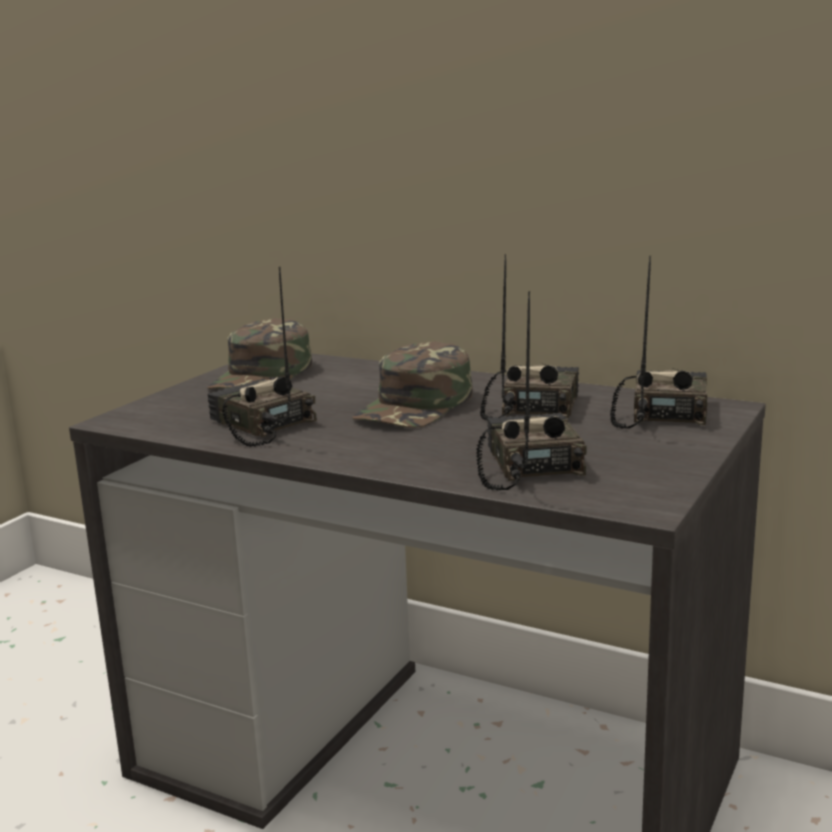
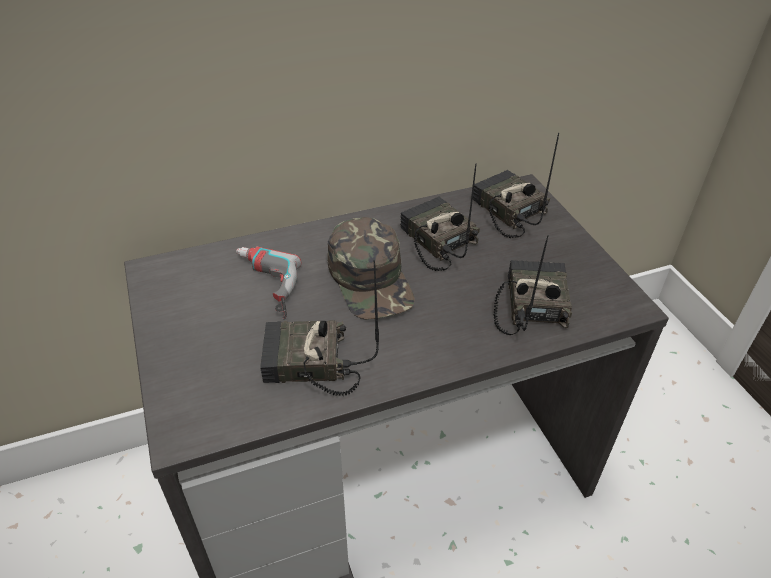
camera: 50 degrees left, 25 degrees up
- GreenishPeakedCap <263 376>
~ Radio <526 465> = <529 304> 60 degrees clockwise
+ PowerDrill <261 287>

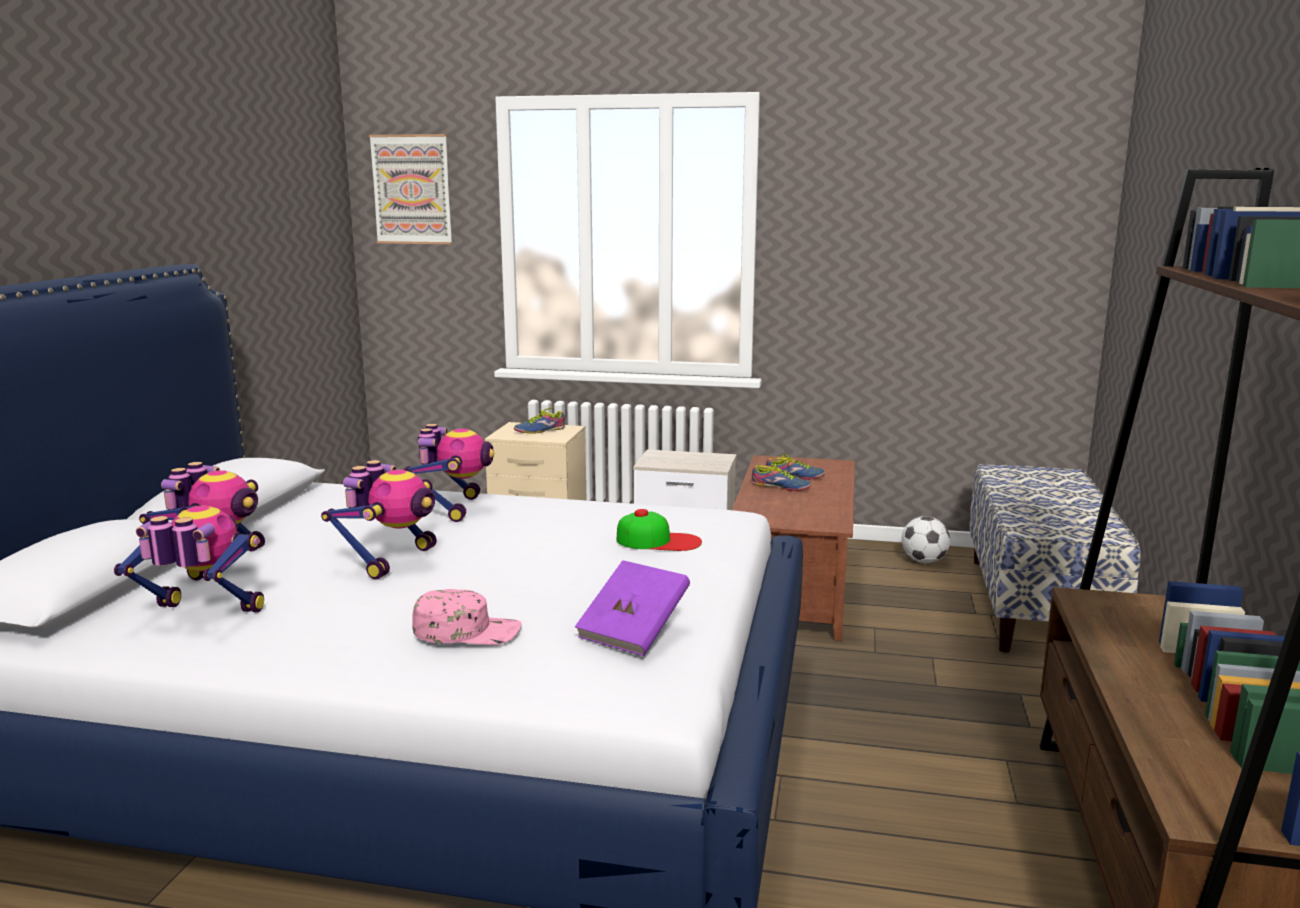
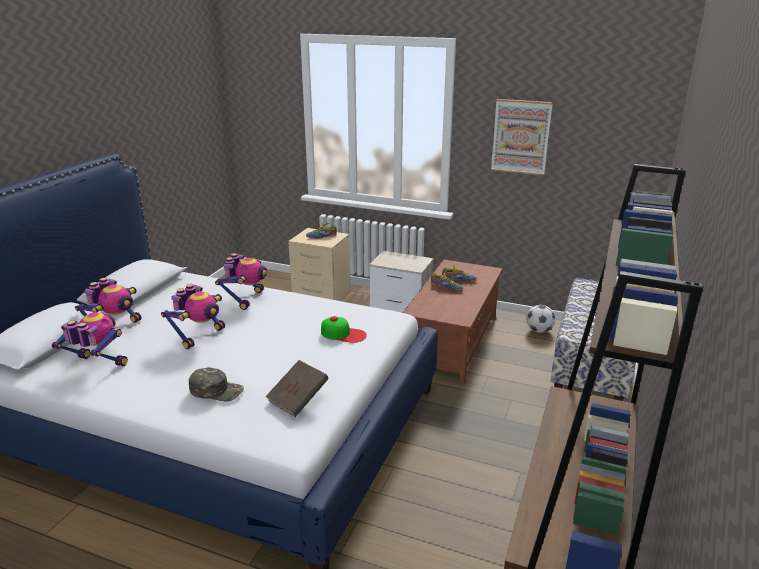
camera: 10 degrees right, 10 degrees up
~ WallPicture <412 189> to <520 137>
~ PinkColouredPeakedCap <467 630> to GreenishPeakedCap <216 390>
~ PurplishVolume <634 631> to BrownColouredVolume <298 399>

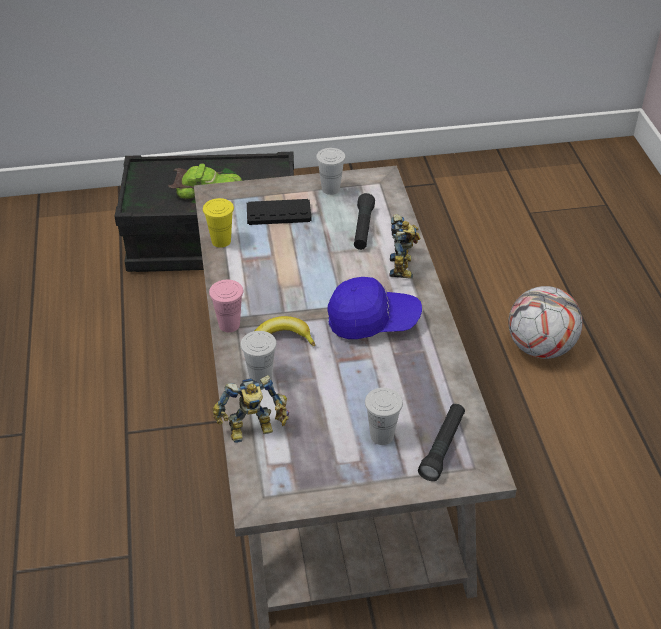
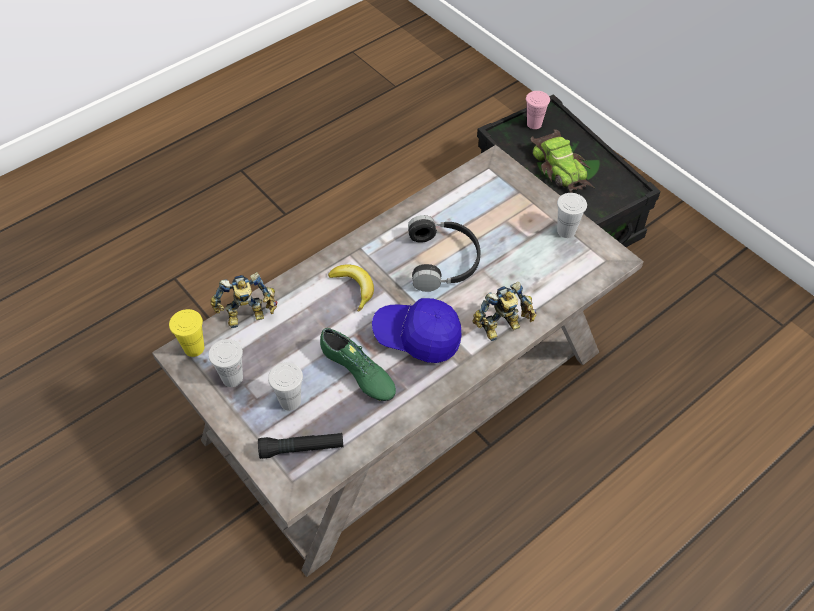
camera: 60 degrees right, 10 degrees up
~ YellowCup <221 241> to <194 348>
~ PinkColouredCup <229 325> to <534 124>
~ ToyRobot <253 431> = <248 317> 60 degrees counterclockwise
~ WhitishCup <260 377> to <232 378>
- BlackColouredGamepad <278 213>
~ BluishPeakedCap <373 321> = <417 337> 135 degrees clockwise
- BlackColouredHandTorch <363 228>
- FootballBall <540 348>
+ GreenishLowShoe <358 373>
+ BlackColouredHeadset <444 261>

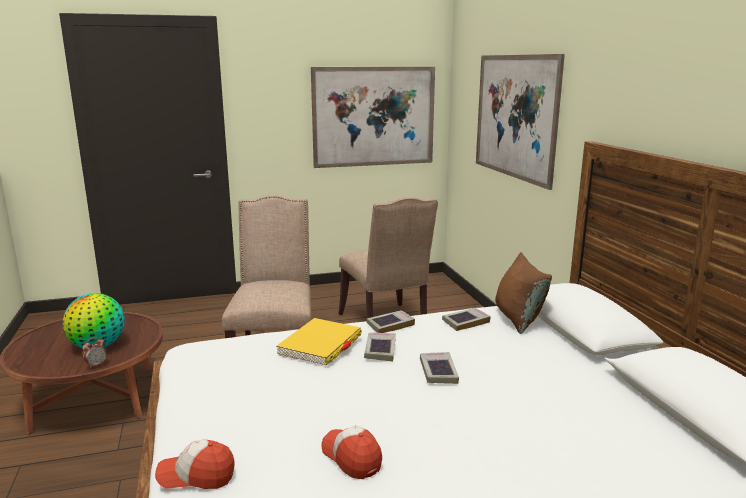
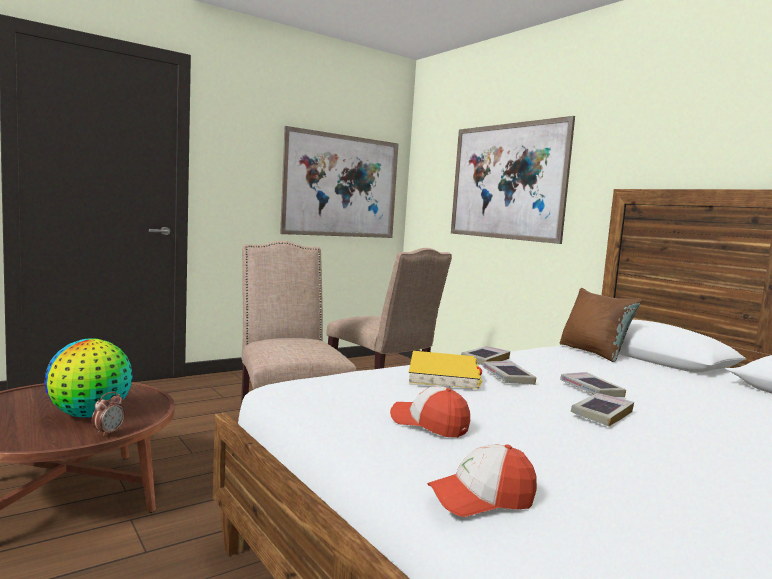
camera: 20 degrees left, 10 degrees down
~ PeakedCap <351 457> to <429 424>
~ Volume <465 322> to <601 414>

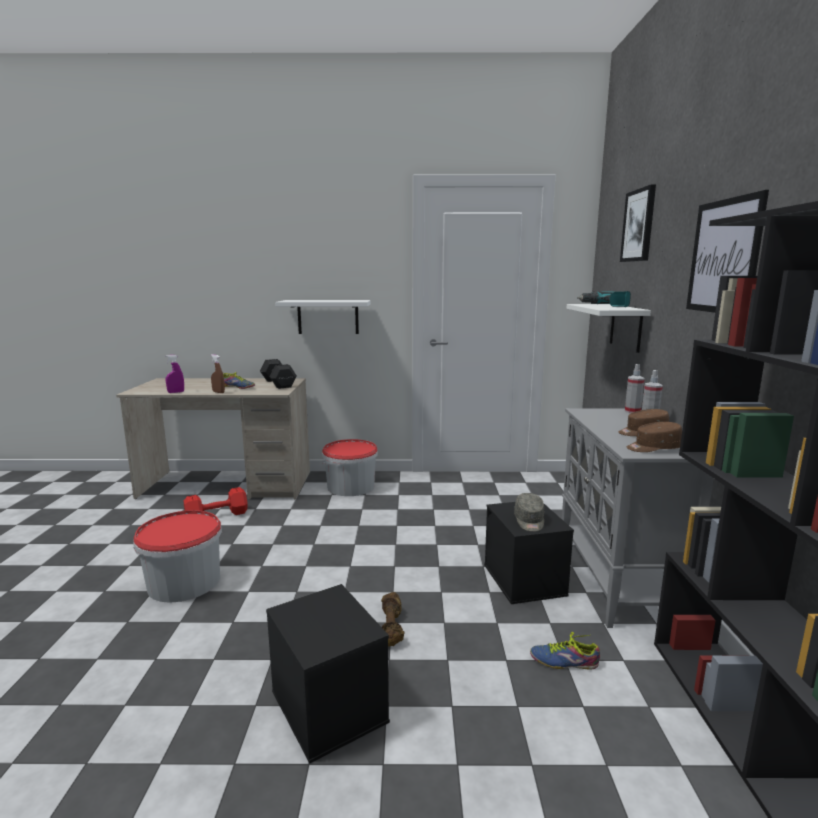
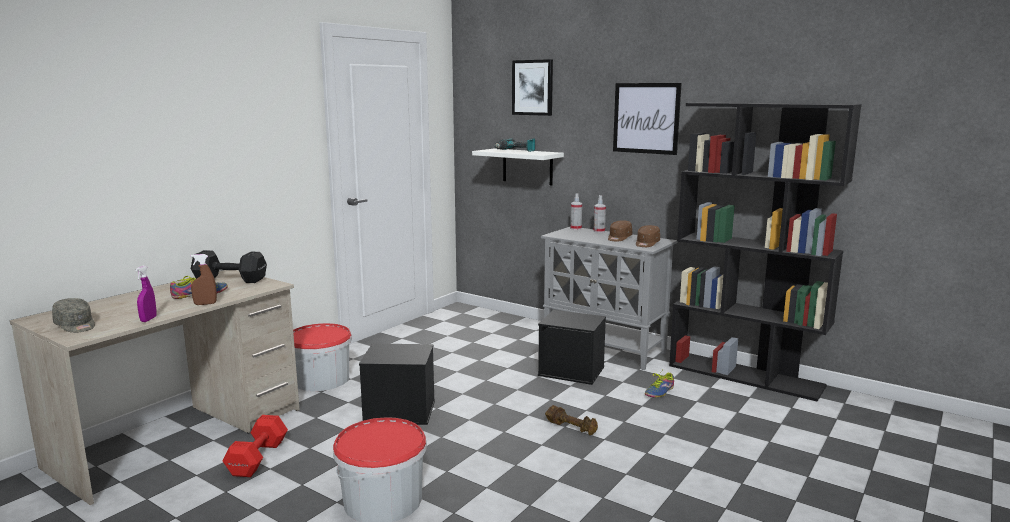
camera: 55 degrees left, 0 degrees up
~ BlackColouredStorageBox <326 706> to <398 412>
- WhitishShelf <328 317>
~ GreyishPeakedCap <529 521> to <76 326>

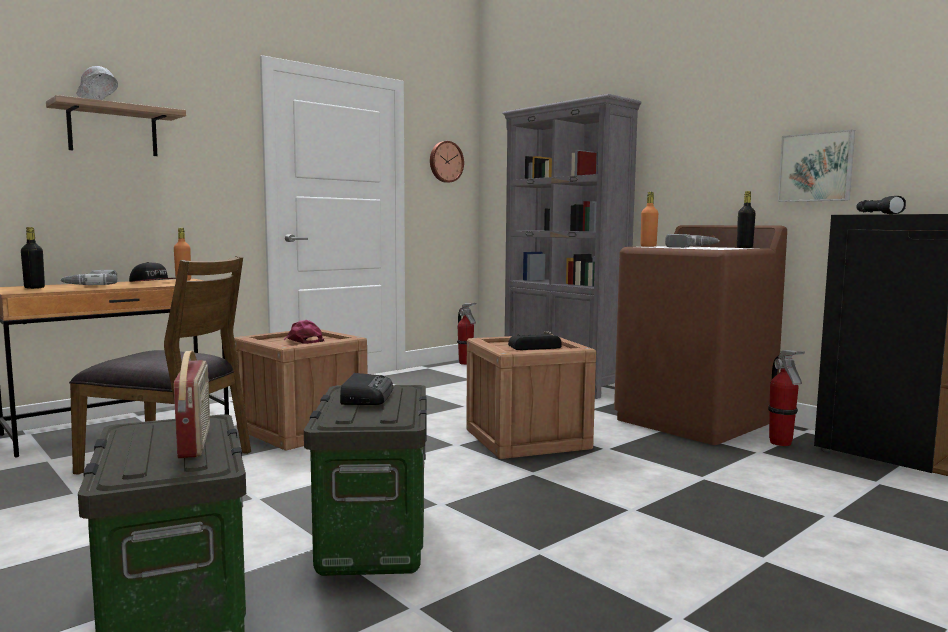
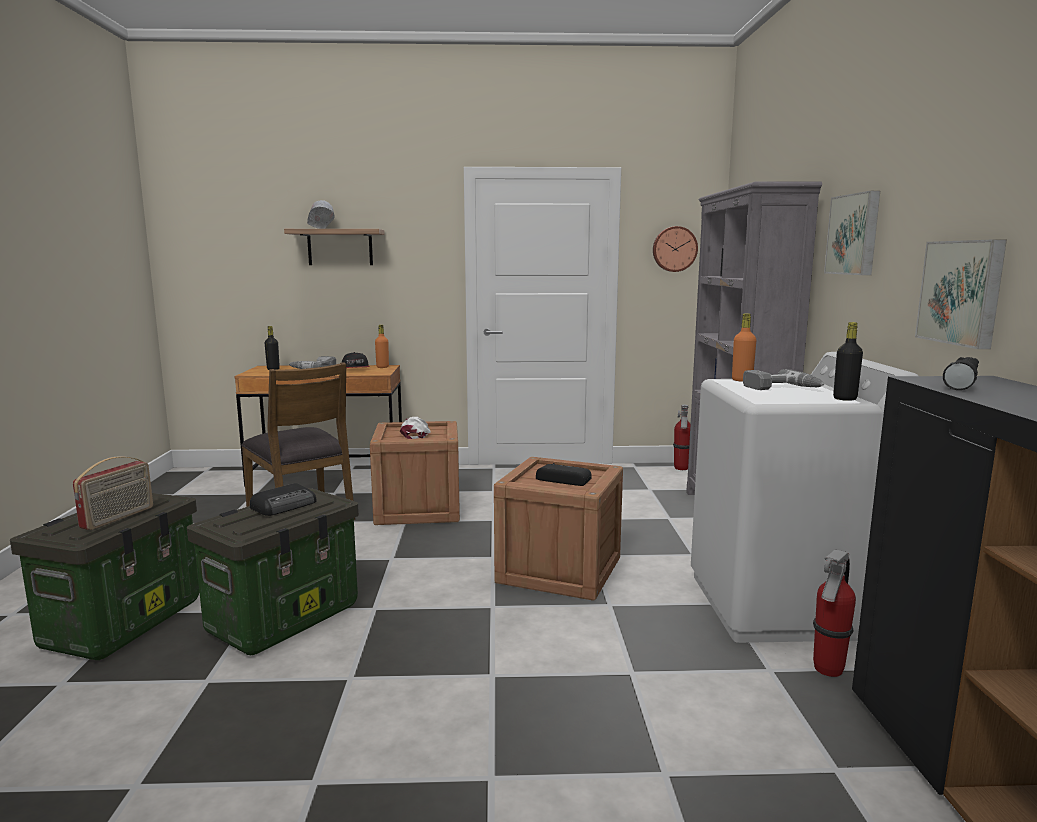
camera: 40 degrees right, 5 degrees up
~ PinkColouredPeakedCap <303 341> to WhitishPeakedCap <416 434>
~ BrownColouredWashingMachine <694 421> to WhitishWashingMachine <781 605>
+ WallPicture <855 234>

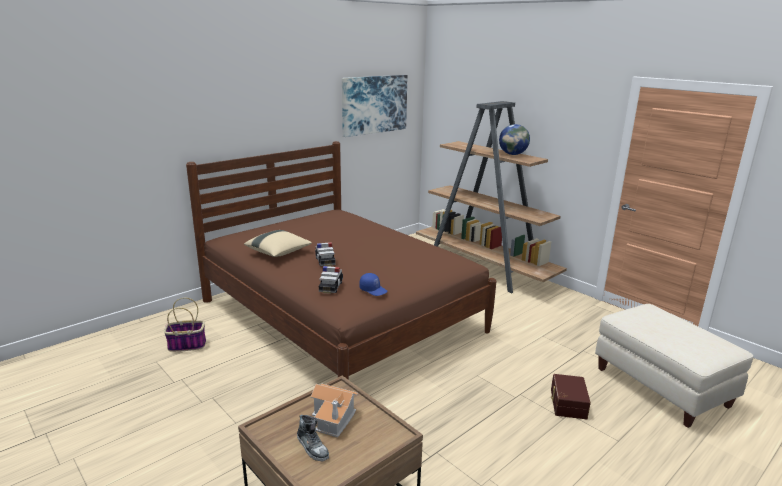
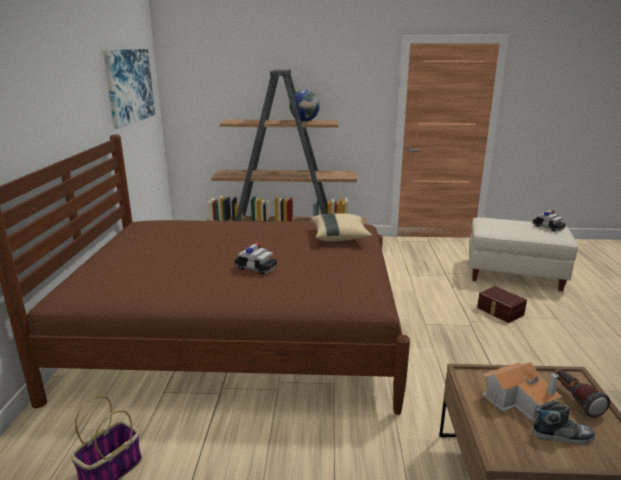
camera: 45 degrees left, 0 degrees up
~ SandColouredPillow <279 253> to <339 237>
~ MiniatureCar <331 287> to <548 227>
- BluishPeakedCap <373 290>
+ HandTorch <574 400>

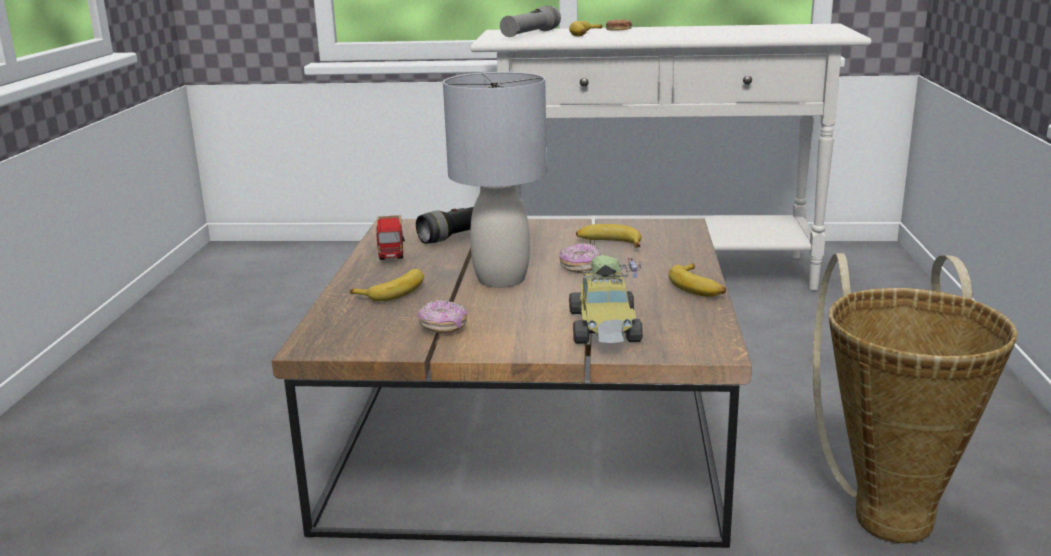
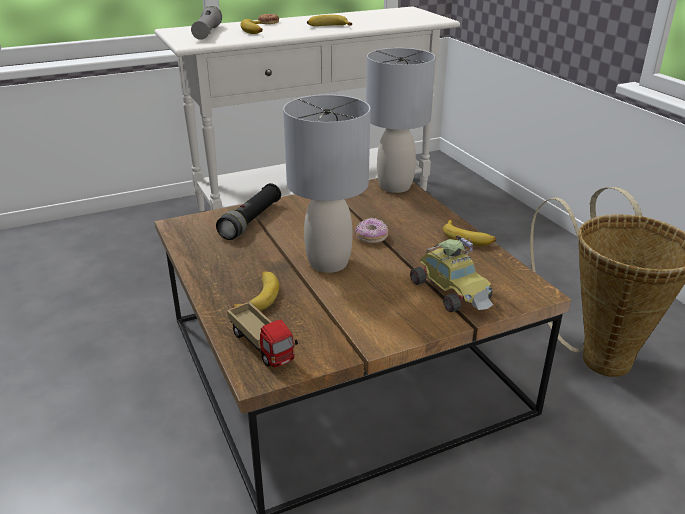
camera: 30 degrees left, 10 degrees up
~ ToyTruck <392 250> to <263 346>
- Doughnut <443 327>
~ Banana <609 243> to <328 26>
+ GreyishTableLamp <395 187>

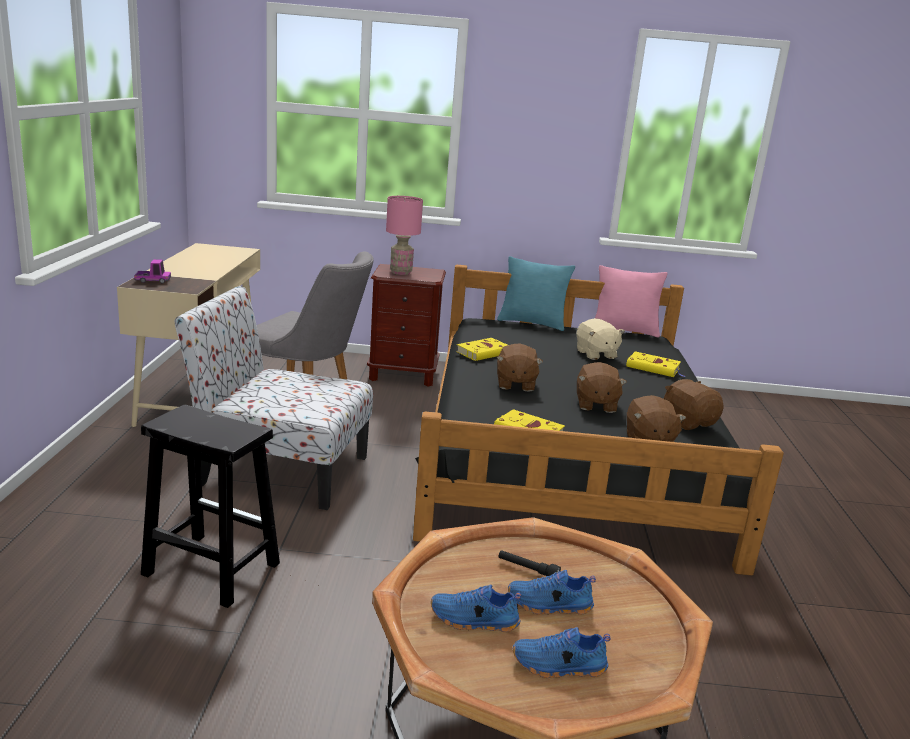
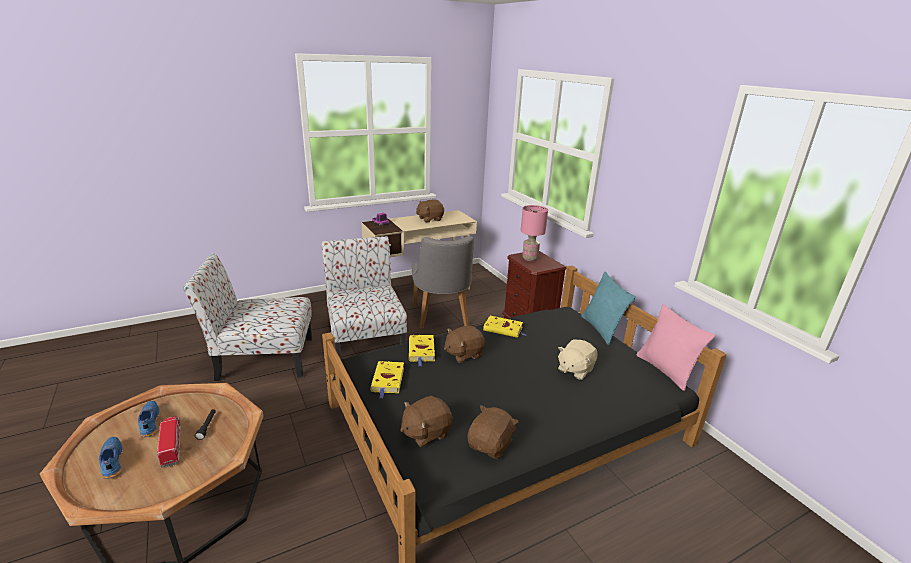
camera: 60 degrees right, 5 degrees up
~ BlackColouredSittingStool <209 569> to PlainChair <263 358>
~ BluishLowShoe <549 605> to ToyTruck <171 444>
~ BrownColouredSoftToy <595 404> to <430 219>
~ YellowVolume <654 368> to <422 351>

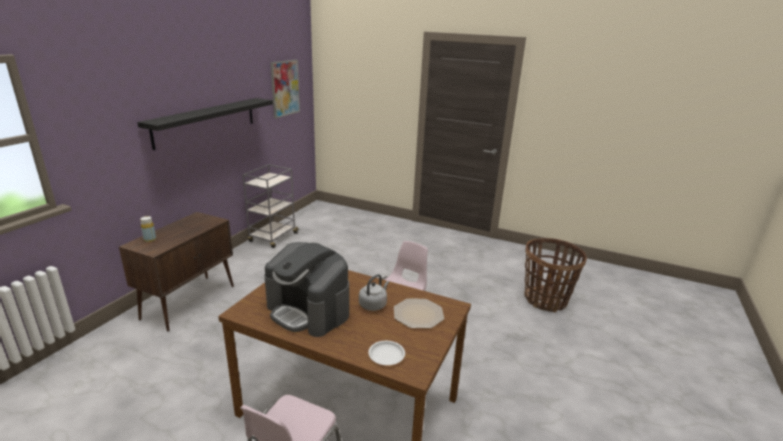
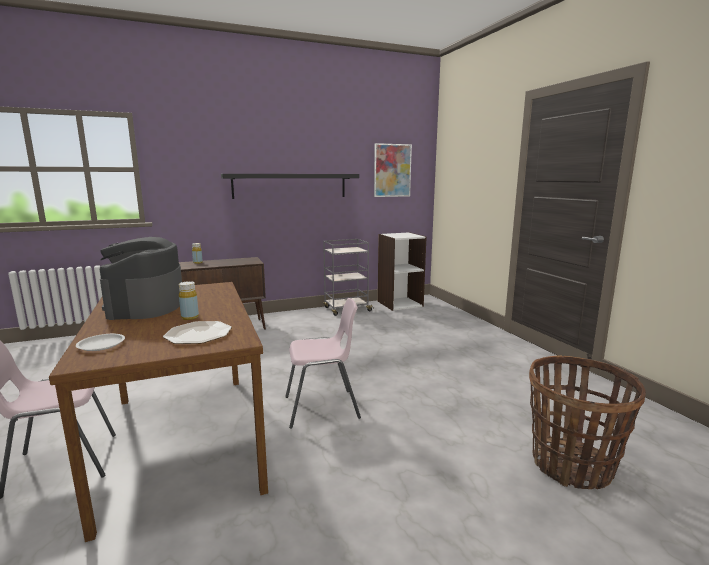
camera: 45 degrees right, 10 degrees down
~ GreyishWaterKettle <373 304> to YellowDrinkBottle <190 317>
+ WhitishBookcase <399 303>

